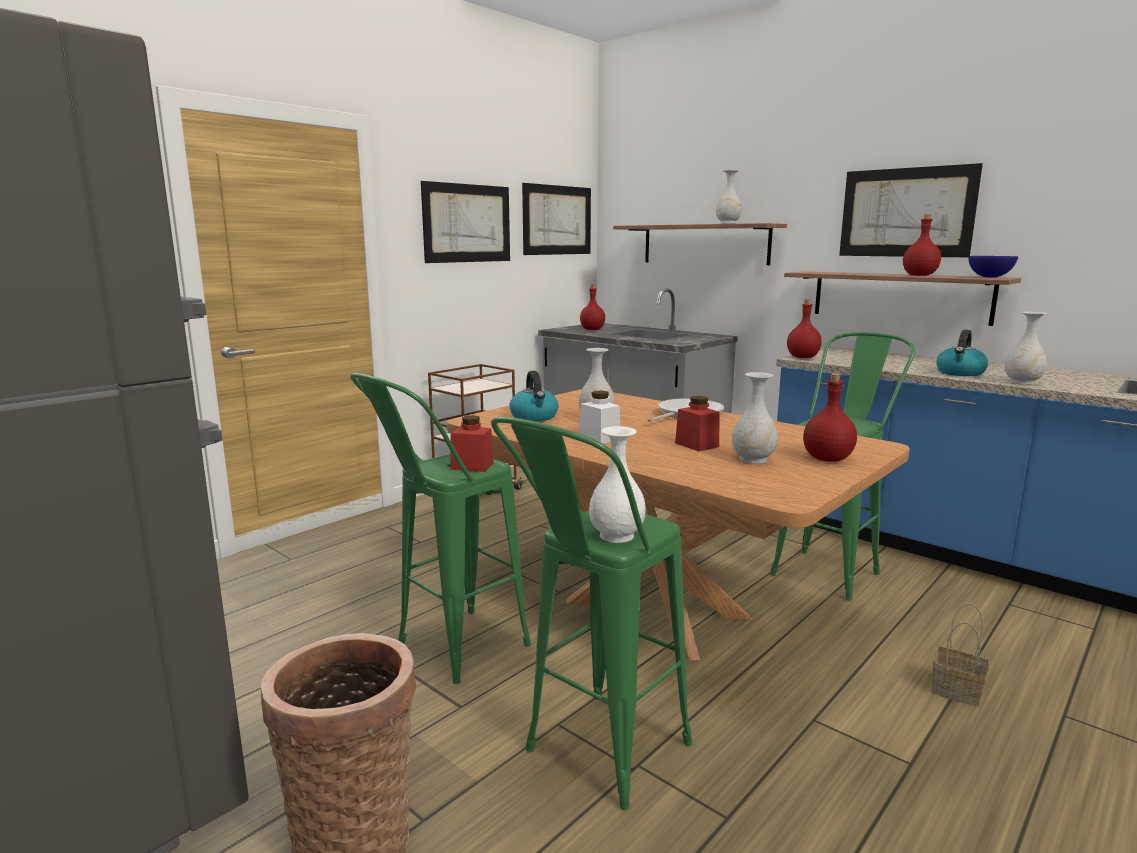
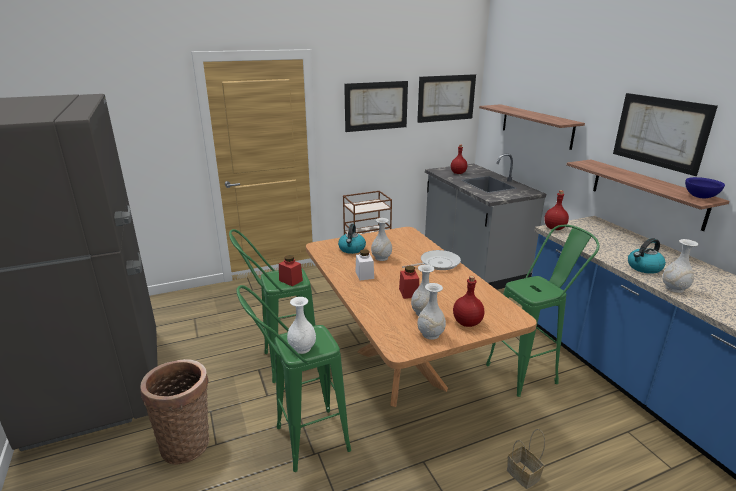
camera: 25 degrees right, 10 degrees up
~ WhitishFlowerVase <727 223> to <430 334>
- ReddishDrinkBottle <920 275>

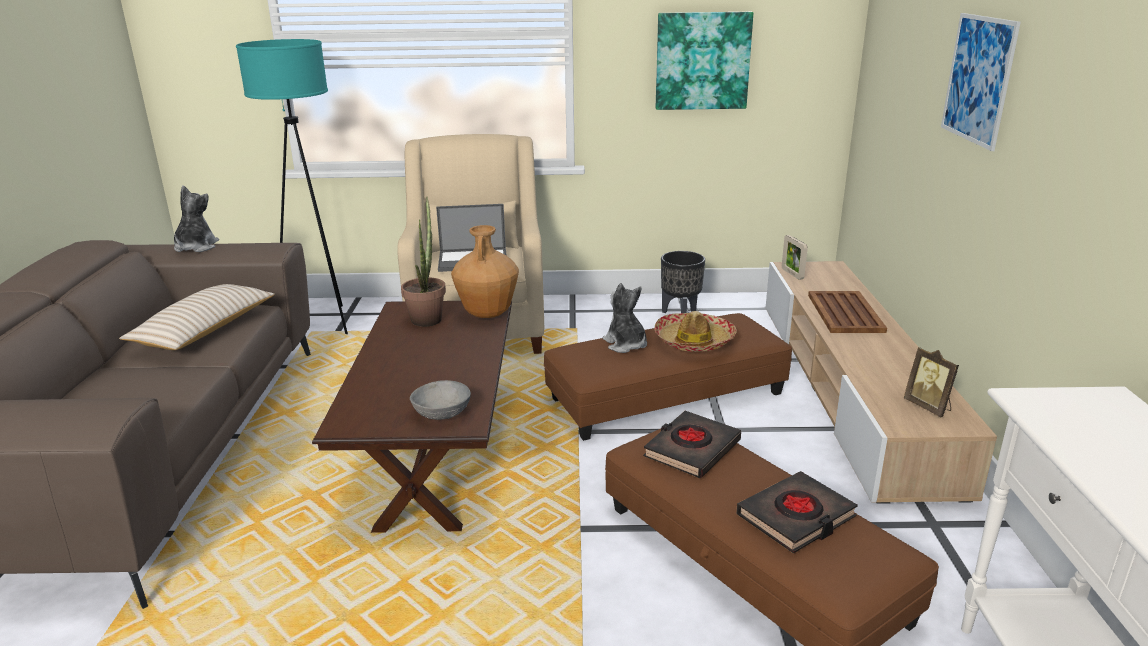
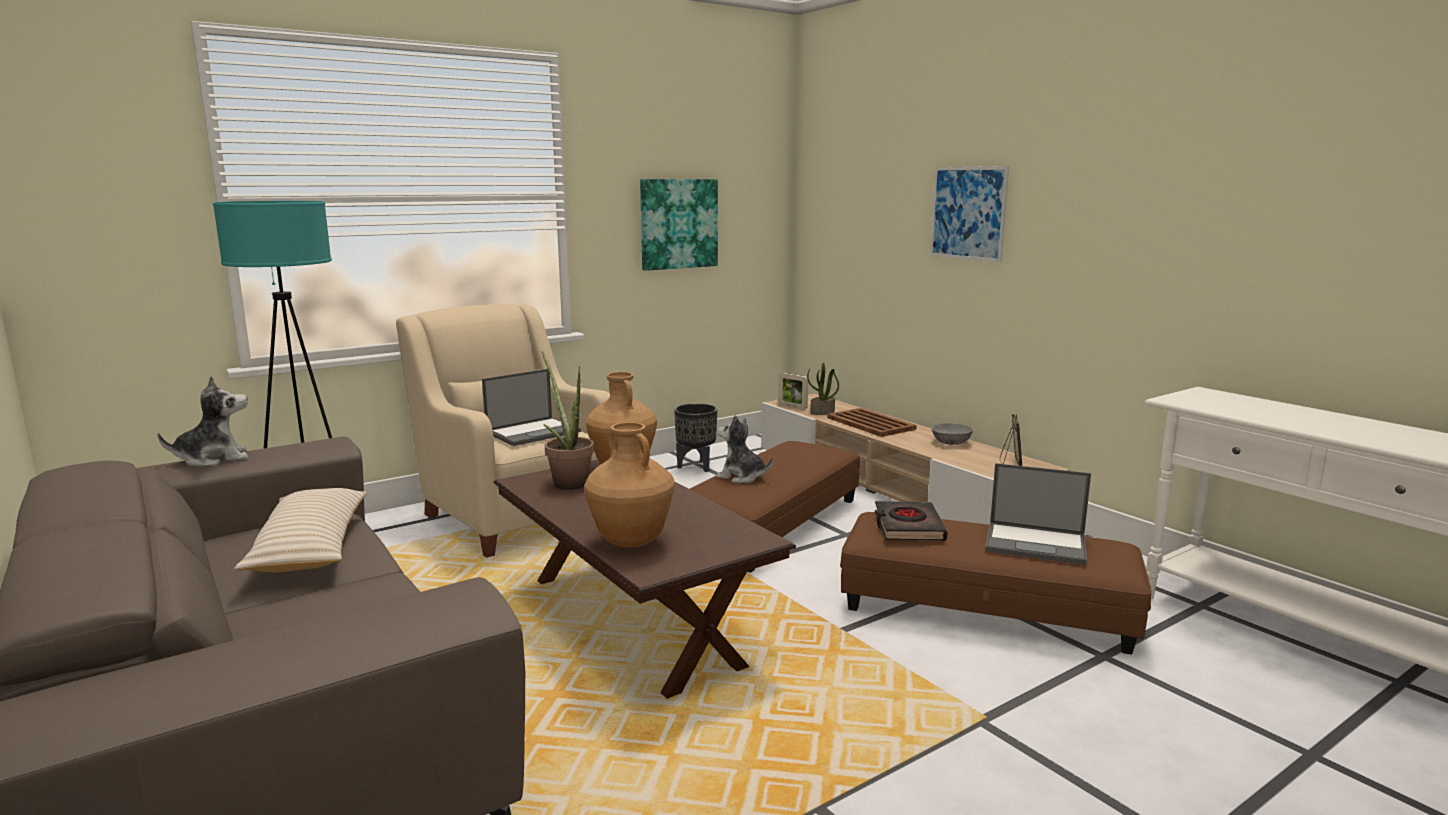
camera: 35 degrees left, 10 degrees down
~ SoftToy <196 247> = <213 459> 90 degrees clockwise
~ GreyishServingBowl <442 413> to <951 442>
- Hat <694 341>
~ BlackColouredVolume <796 517> to PortableComputer <1037 543>
~ StandingFrame <928 407> = <1010 463> 105 degrees counterclockwise
+ BrownColouredFlowerVase <630 542>
+ Houseplant <822 412>

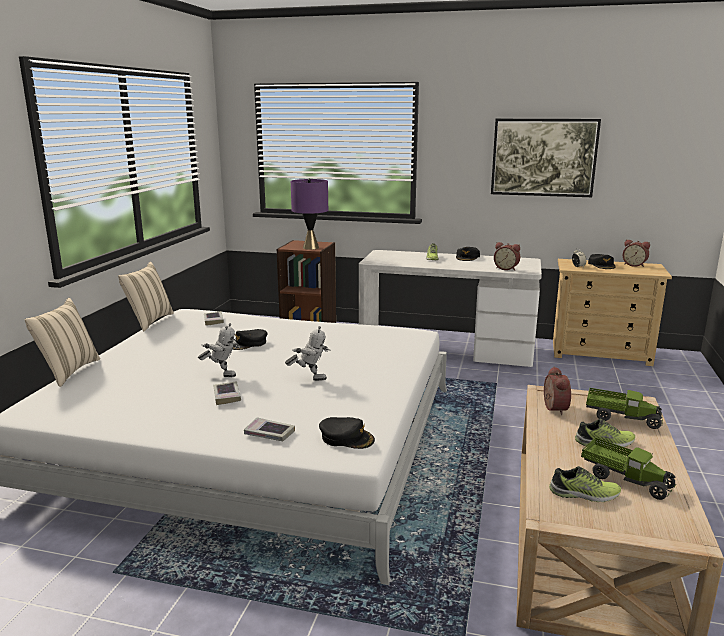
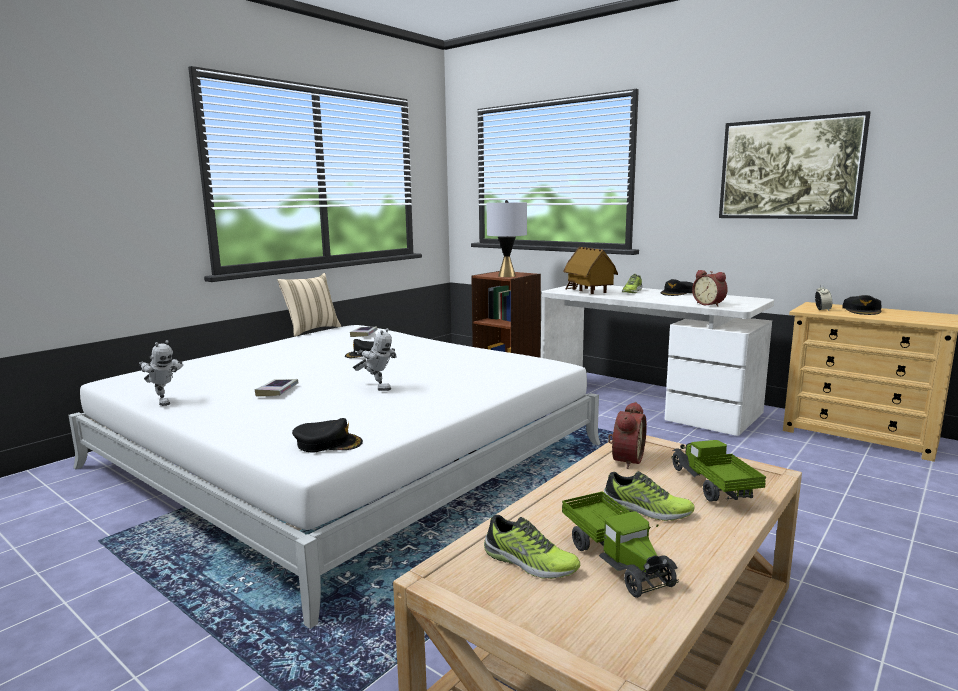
camera: 25 degrees right, 5 degrees down
- SandColouredPillow <68 372>
~ ToyRobot <222 374> to <163 402>
- Volume <269 433>
~ PurplishTableLamp <310 247> to GreyishTableLamp <506 276>
~ BlackColouredPeakedCap <346 438> = <328 443> 45 degrees counterclockwise
~ ToyTruck <621 418> = <711 486> 150 degrees counterclockwise
- AlarmClock <634 265>
+ ModelHouse <588 292>

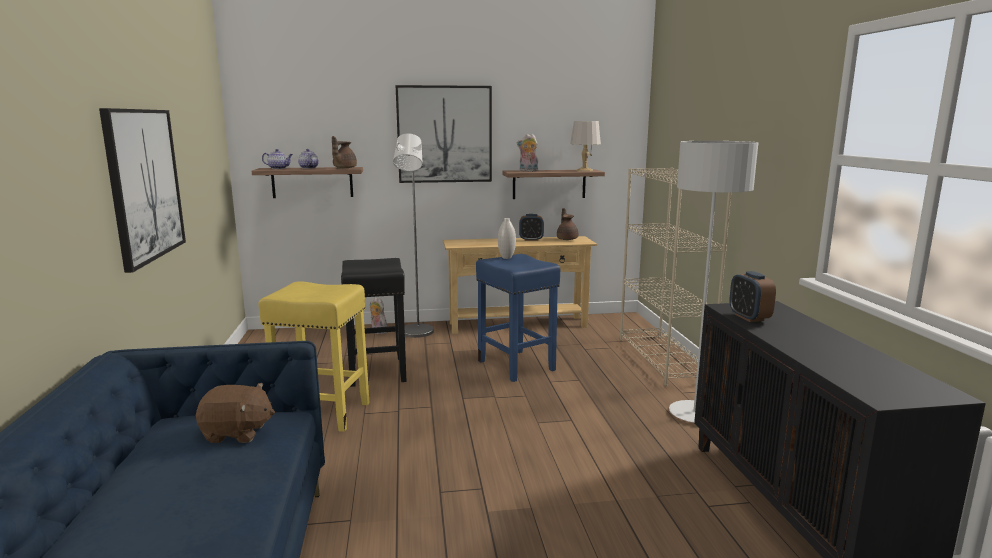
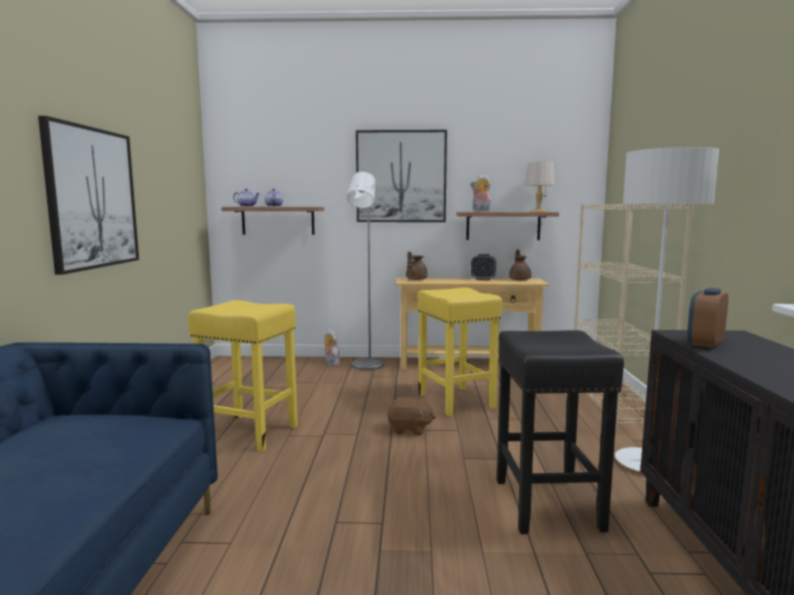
camera: 10 degrees right, 5 degrees down
~ BrownColouredSoftToy <237 433> to <409 429>
~ BrownColouredTeaPot <344 168> to <415 279>
~ BlackColouredSittingStool <378 372> to <548 505>
~ BluishSittingStool <517 366> to YellowSittingStool <457 401>
- WhitishFlowerVase <506 258>
~ AlarmClock <749 317> = <705 343> 45 degrees clockwise

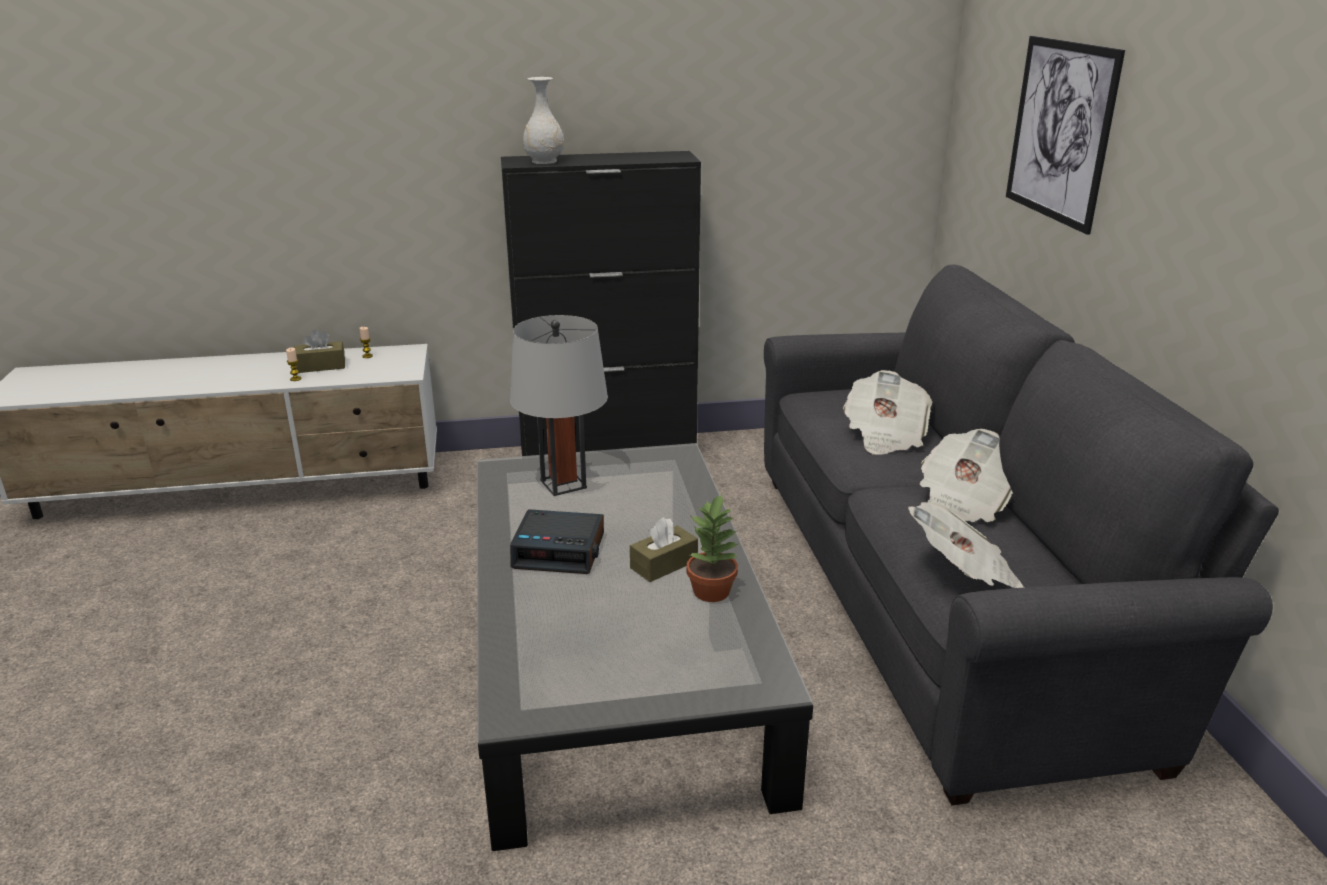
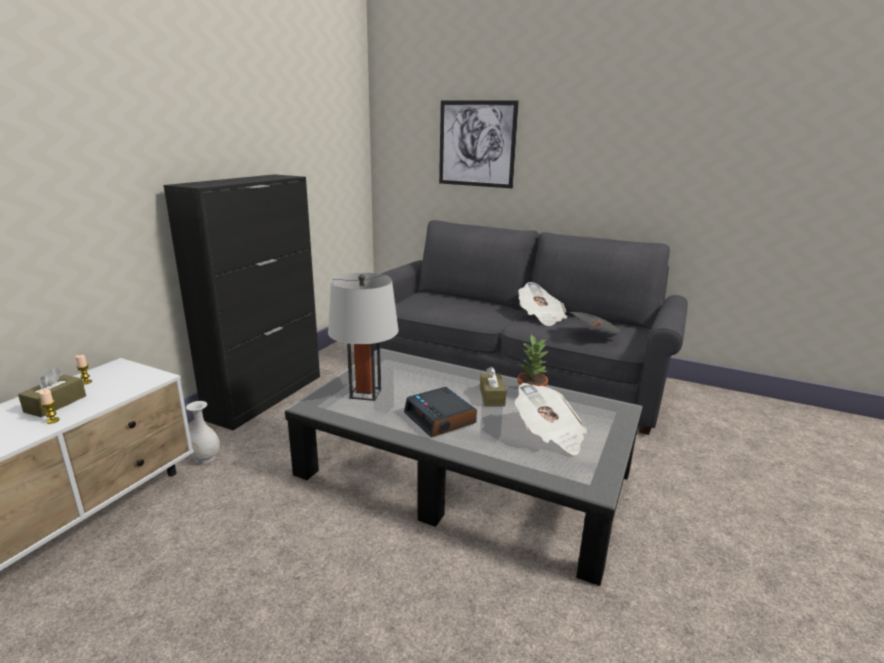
camera: 55 degrees left, 5 degrees down
~ AlarmClock <560 551> = <440 419> 105 degrees clockwise
~ WhitishFlowerVase <544 161> to <205 458>
~ Newspaper <884 435> to <549 435>

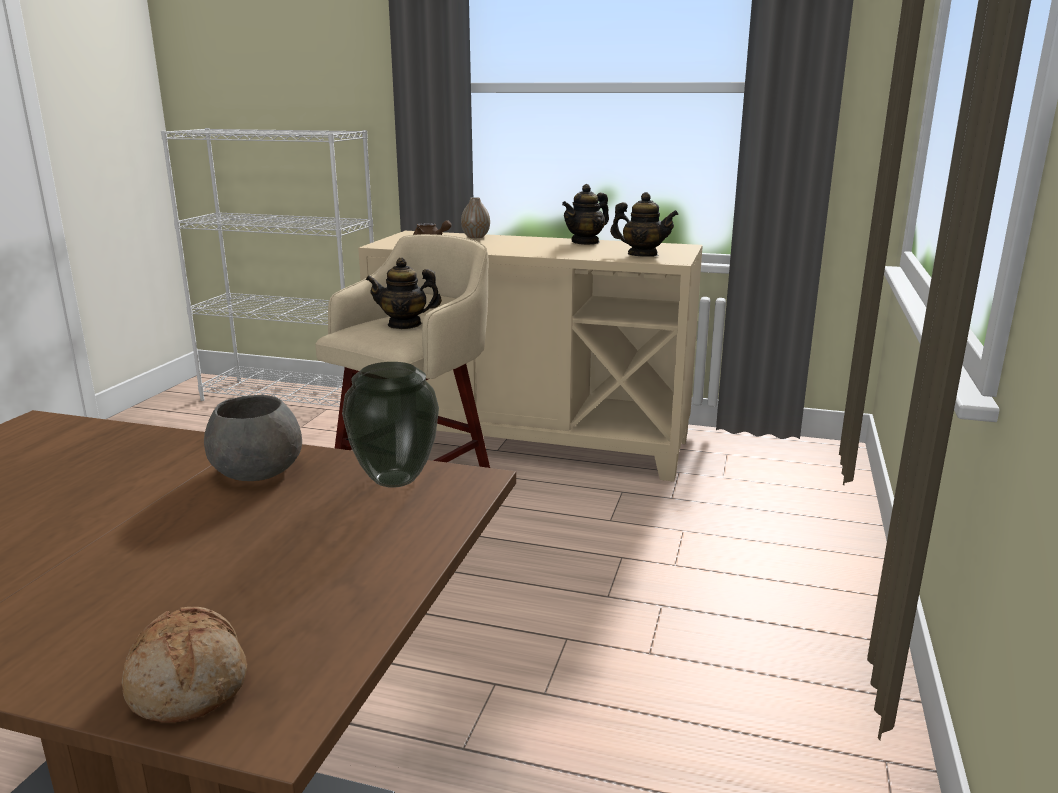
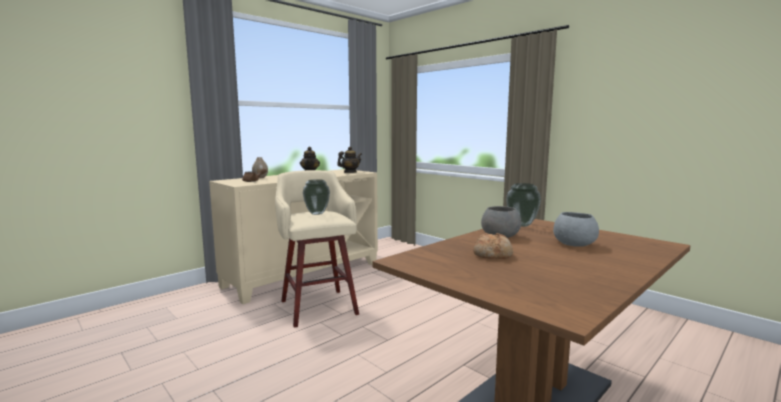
camera: 60 degrees left, 10 degrees down
~ BakeryBread <190 683> to <492 254>
- WhitishBookcase <294 397>
~ TeaPot <405 324> to FlowerVase <317 213>
+ GreyishServingBowl <573 244>

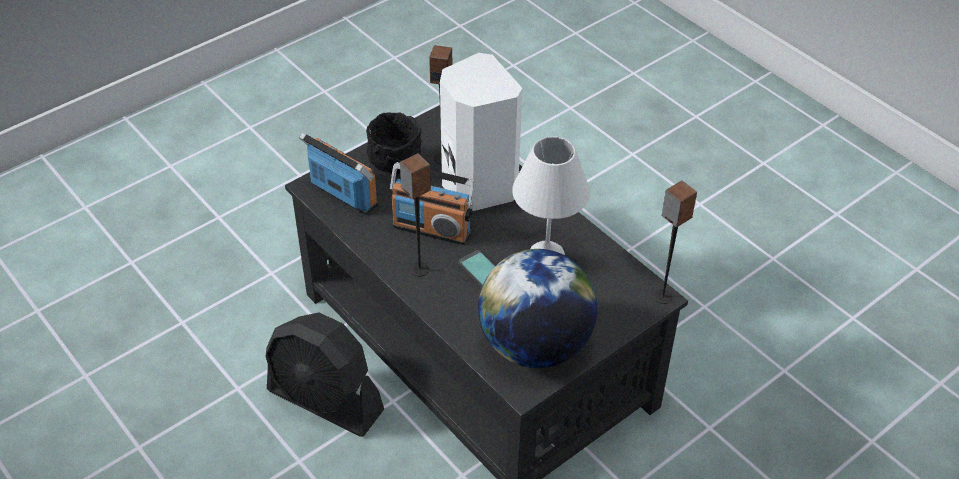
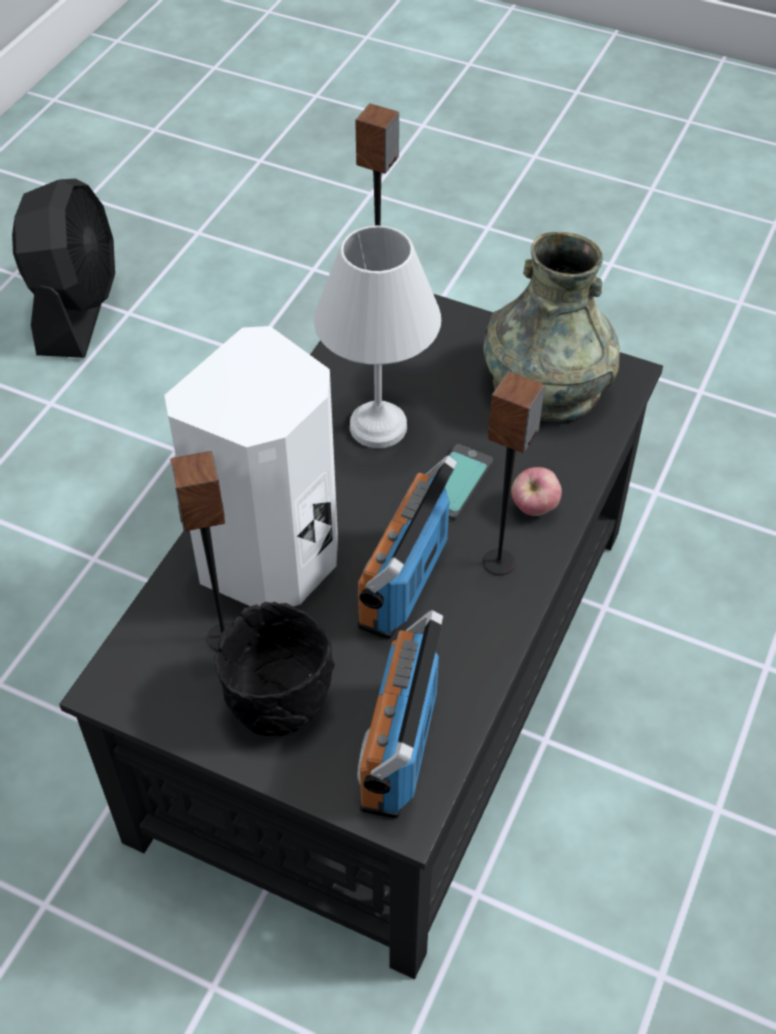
camera: 115 degrees left, 5 degrees up
~ BlackColouredElectricFan <325 401> to <77 308>
~ Radio <432 229> = <403 582> 150 degrees counterclockwise
~ WorldGlobe <535 345> to GreyishFlowerVase <546 386>
+ WholeApple <534 508>

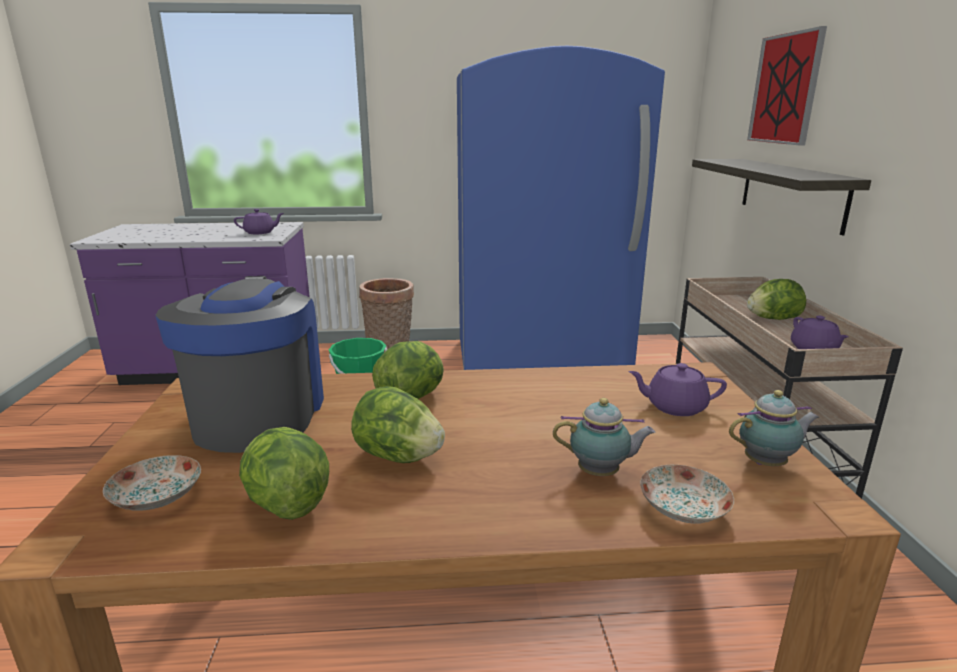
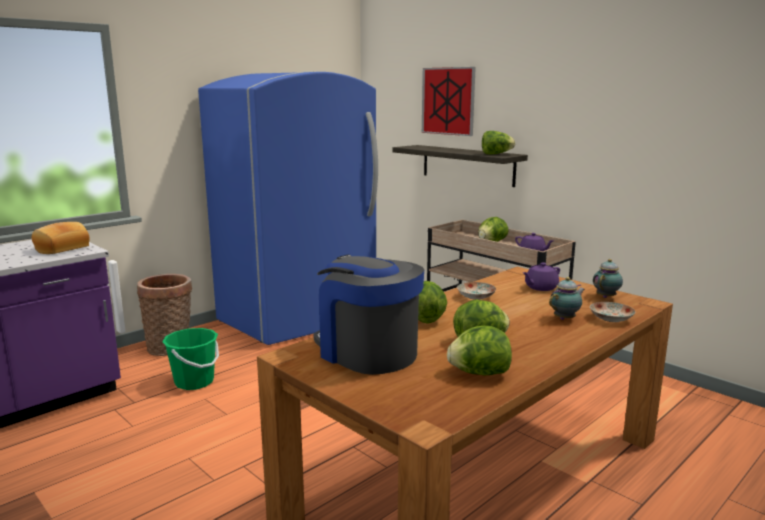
camera: 40 degrees left, 5 degrees down
~ Plate <156 497> to <476 297>
~ PurplishTeaPot <260 232> to BakeryBread <61 248>
+ LettuceHead <496 154>

